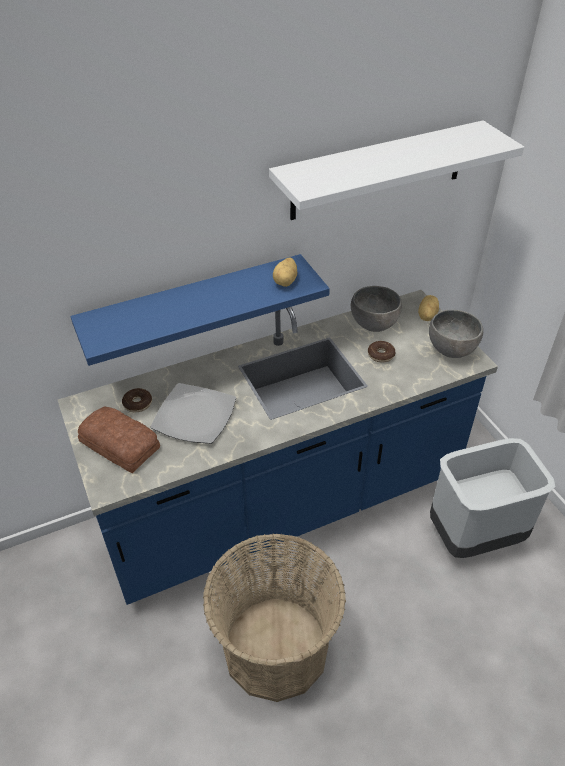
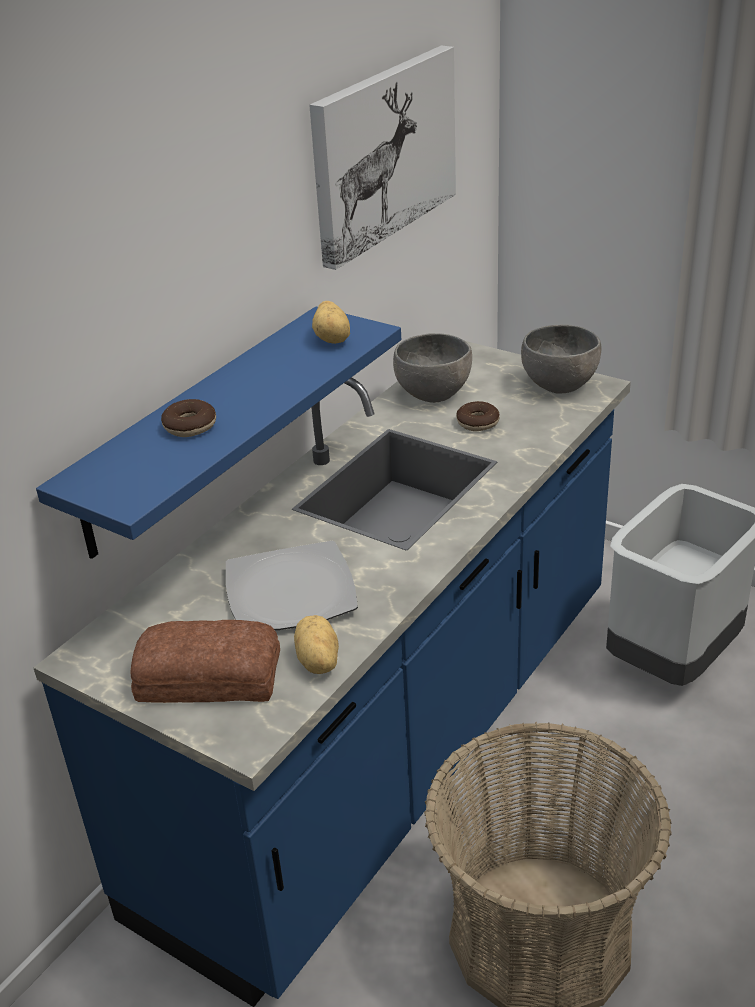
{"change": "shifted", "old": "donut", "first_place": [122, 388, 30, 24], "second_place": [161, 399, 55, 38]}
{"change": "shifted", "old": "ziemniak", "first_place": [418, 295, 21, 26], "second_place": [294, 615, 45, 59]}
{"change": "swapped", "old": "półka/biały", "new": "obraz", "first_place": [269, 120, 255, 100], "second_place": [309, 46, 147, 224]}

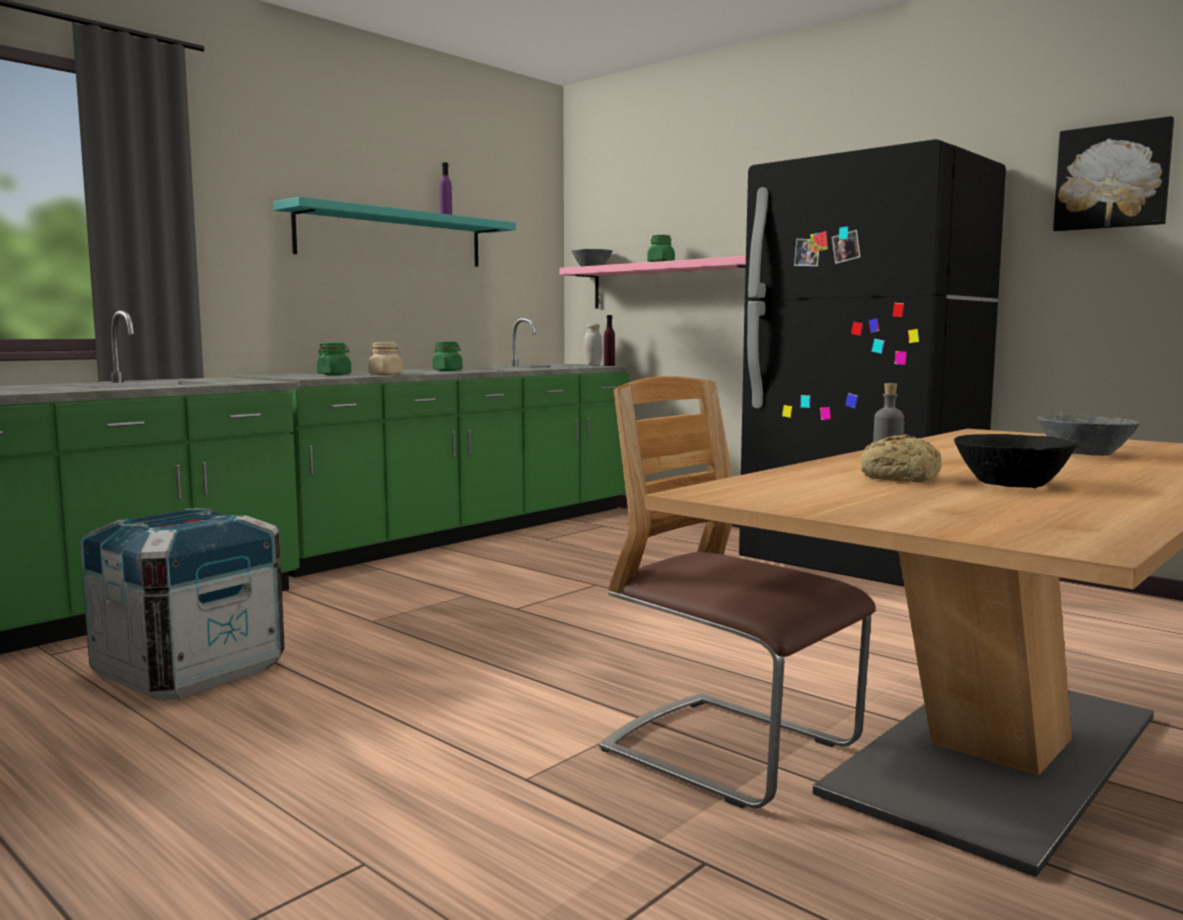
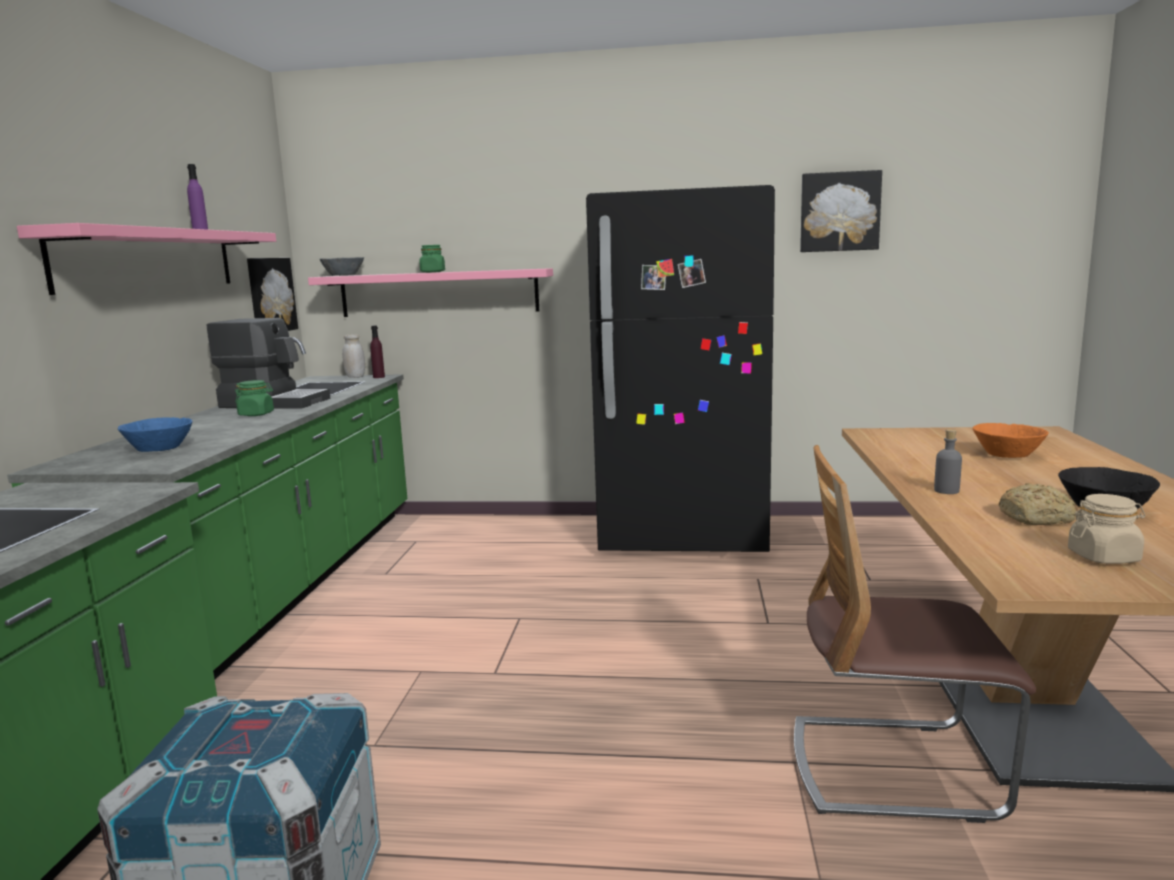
{"change": "repainted", "old": "półka/turkusowy", "new": "półka/różowy", "first_place": [274, 197, 242, 70], "second_place": [17, 223, 259, 72]}
{"change": "swapped", "old": "słoik/zielony", "new": "miska/niebieski", "first_place": [317, 343, 34, 32], "second_place": [118, 417, 74, 35]}
{"change": "new", "new": "ekspres do kawy", "second_place": [207, 318, 123, 91]}
{"change": "new", "new": "obraz", "second_place": [247, 258, 51, 73]}
{"change": "repainted", "old": "miska/szary", "new": "miska/pomarańczowy", "first_place": [1038, 414, 102, 42], "second_place": [972, 423, 77, 35]}
{"change": "shifted", "old": "słoik/beżowy", "first_place": [368, 343, 34, 32], "second_place": [1068, 494, 77, 70]}

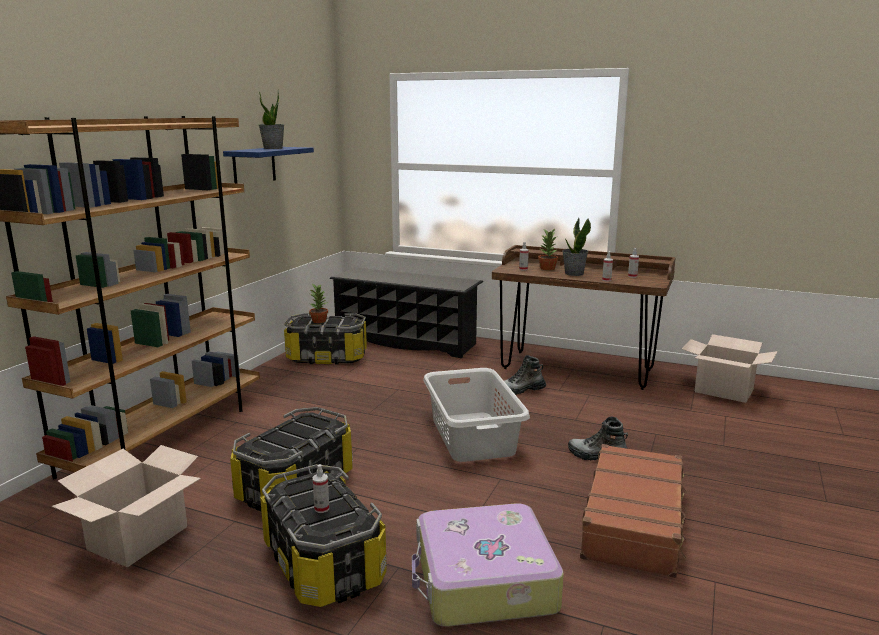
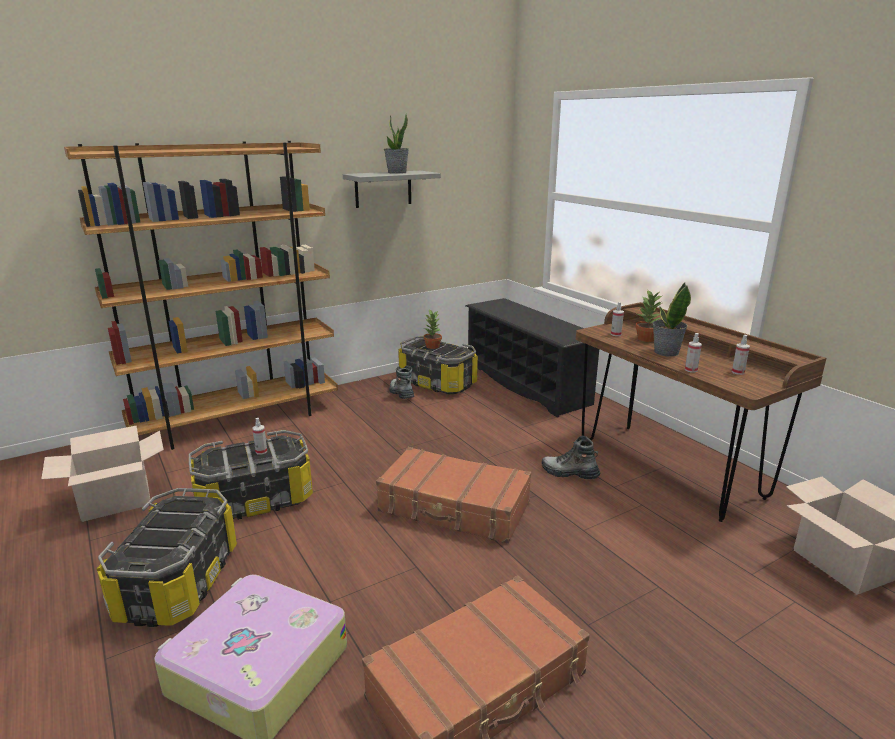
{"change": "shifted", "old": "spryskiwacz", "first_place": [312, 464, 18, 49], "second_place": [253, 418, 14, 37]}
{"change": "repainted", "old": "półka/niebieski", "new": "półka/szary", "first_place": [223, 147, 91, 36], "second_place": [343, 171, 98, 37]}
{"change": "swapped", "old": "kosz na pranie/szary", "new": "walizka/brązowy", "first_place": [423, 368, 107, 94], "second_place": [376, 447, 155, 97]}
{"change": "shifted", "old": "but z cholewką", "first_place": [568, 417, 60, 43], "second_place": [389, 366, 25, 33]}

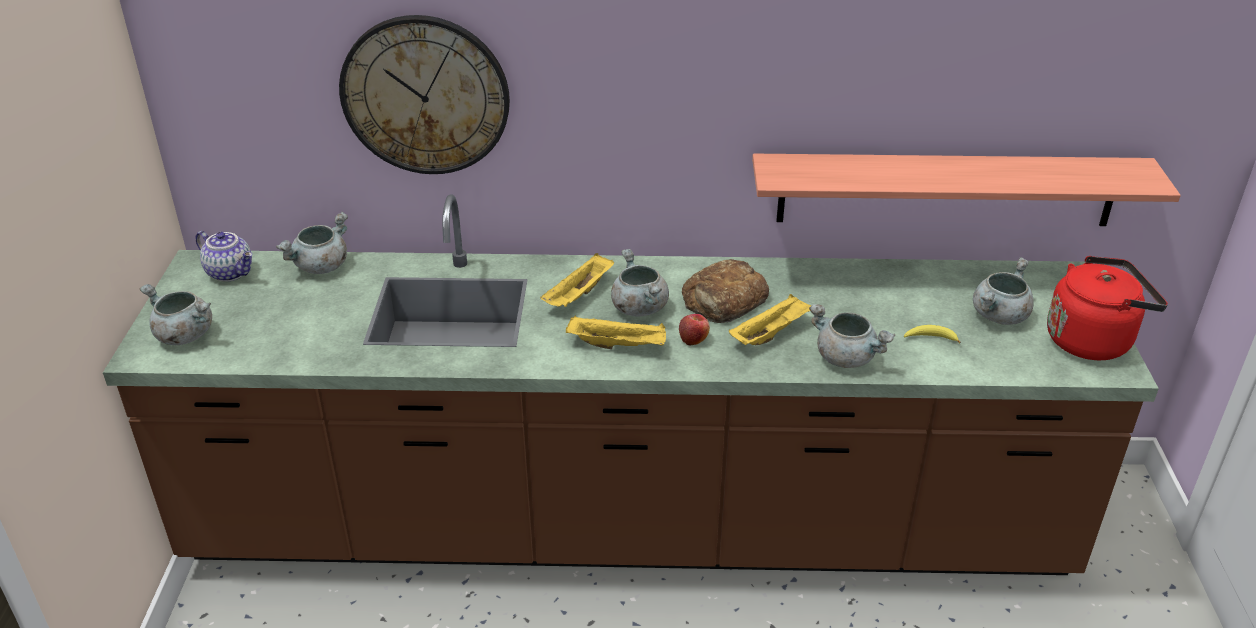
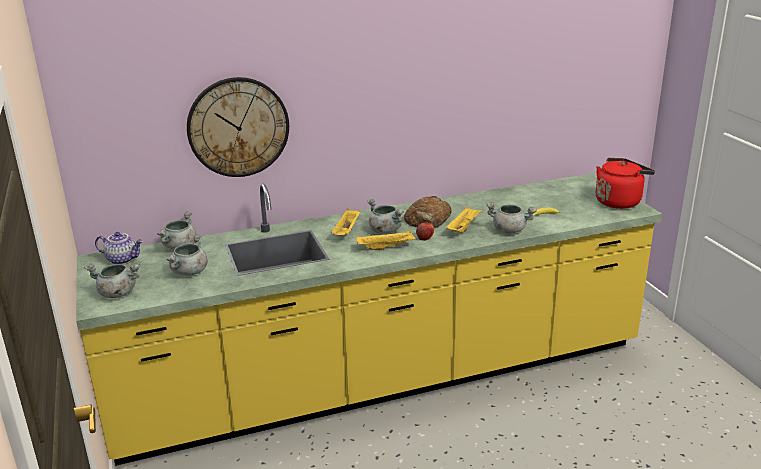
{"change": "repainted", "old": "zabudowa kuchenna/brązowy", "new": "zabudowa kuchenna/żółty", "first_place": [103, 194, 1056, 381], "second_place": [76, 173, 586, 293]}
{"change": "shifted", "old": "garnek/szary", "first_place": [973, 257, 61, 68], "second_place": [166, 233, 41, 43]}
{"change": "gone", "old": "półka", "first_place": [752, 154, 429, 72]}

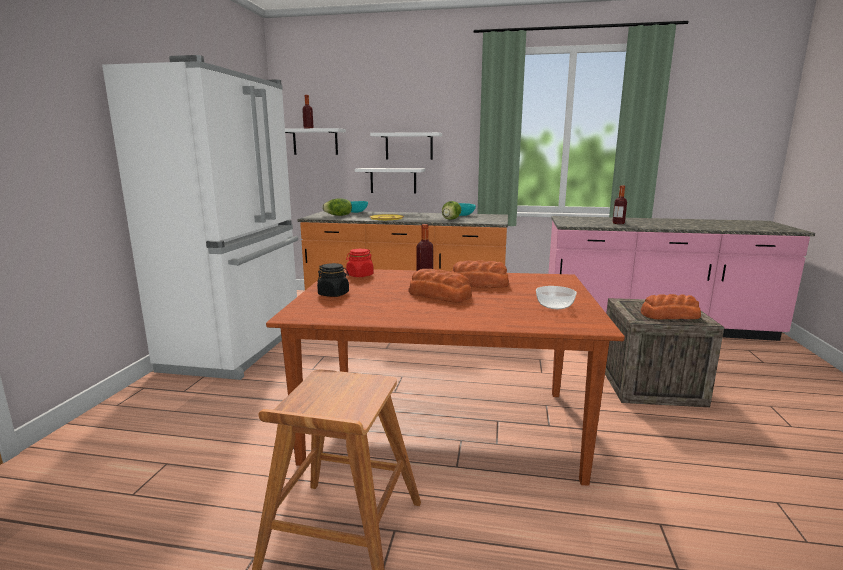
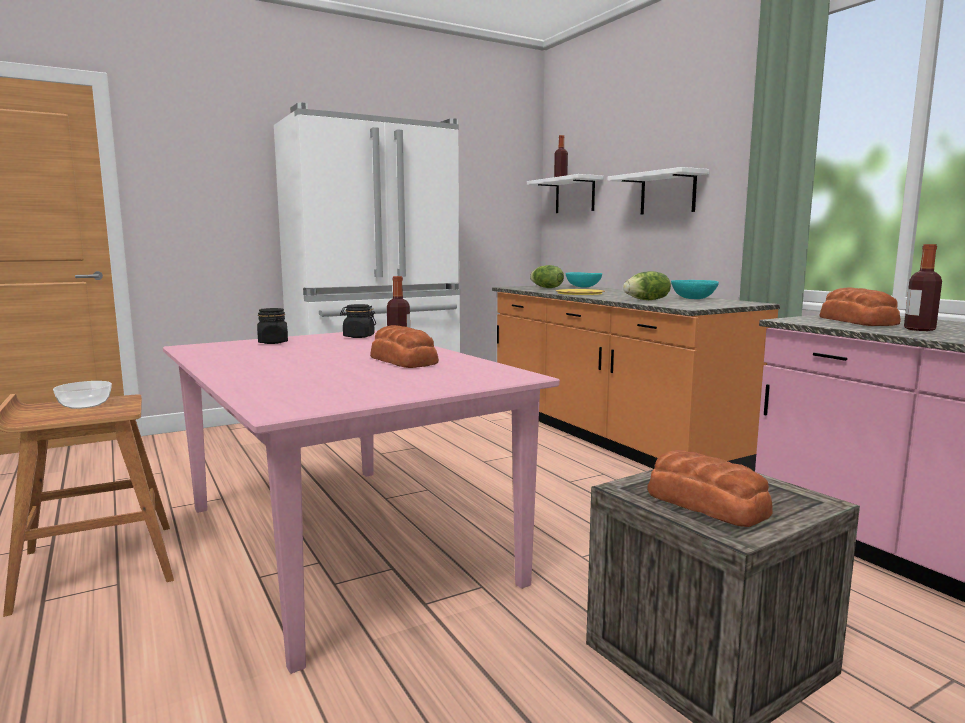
{"change": "shifted", "old": "miska", "first_place": [536, 286, 41, 23], "second_place": [53, 381, 59, 28]}
{"change": "repainted", "old": "stół jadalny/brązowy", "new": "stół jadalny/różowy", "first_place": [266, 269, 359, 217], "second_place": [163, 330, 397, 344]}
{"change": "repainted", "old": "słoik/czerwony", "new": "słoik/czarny", "first_place": [346, 249, 28, 28], "second_place": [340, 304, 36, 34]}
{"change": "shifted", "old": "chleb", "first_place": [409, 269, 63, 34], "second_place": [819, 287, 82, 39]}
{"change": "gone", "old": "półka/biały", "first_place": [355, 168, 70, 26]}

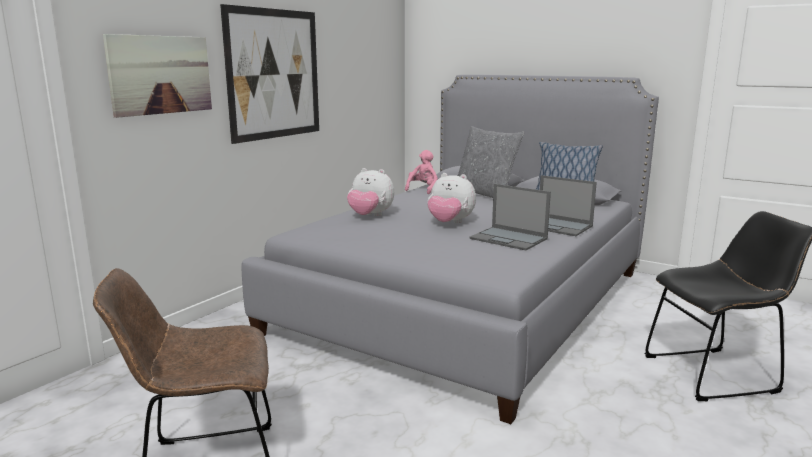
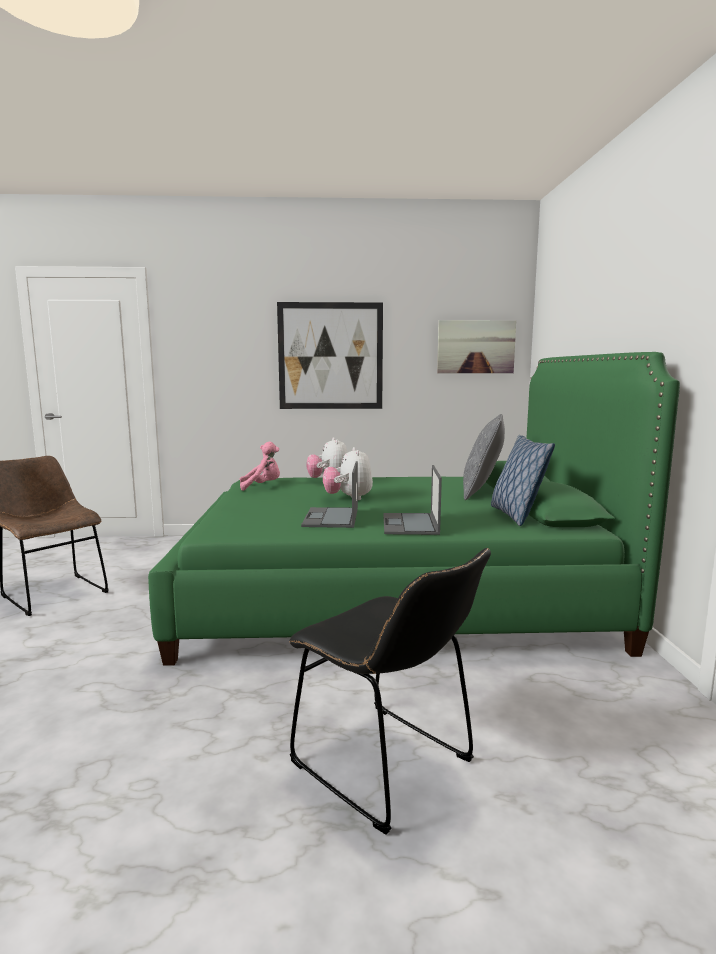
{"change": "repainted", "old": "łóżko/szary", "new": "łóżko/zielony", "first_place": [241, 74, 418, 350], "second_place": [148, 352, 532, 314]}
{"change": "shifted", "old": "pluszak/różowy", "first_place": [405, 150, 33, 44], "second_place": [240, 442, 40, 49]}
{"change": "shifted", "old": "obraz", "first_place": [103, 34, 109, 84], "second_place": [437, 320, 79, 53]}

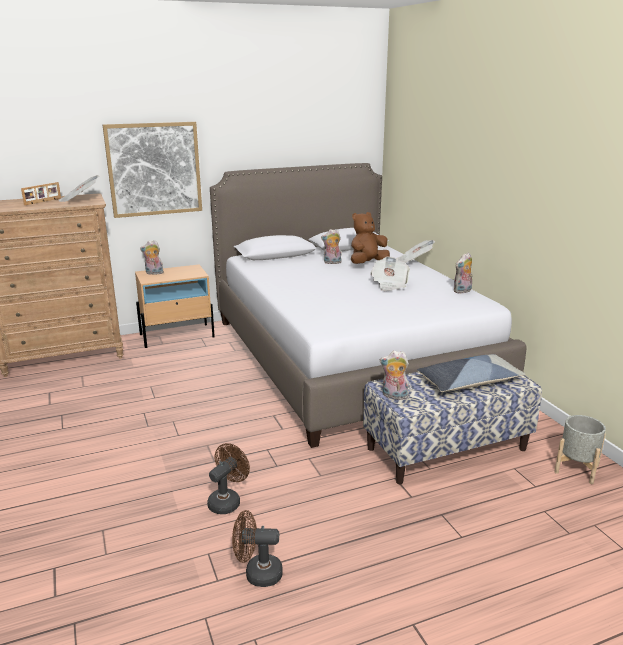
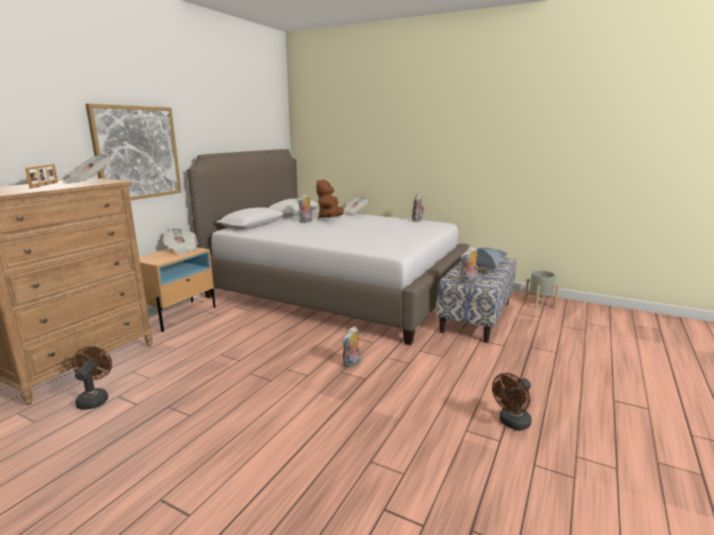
{"change": "shifted", "old": "wentylator/brązowy", "first_place": [207, 443, 43, 71], "second_place": [72, 346, 40, 64]}
{"change": "shifted", "old": "gazeta", "first_place": [370, 256, 40, 35], "second_place": [163, 228, 35, 27]}
{"change": "shifted", "old": "pluszak", "first_place": [140, 240, 24, 35], "second_place": [342, 326, 19, 42]}

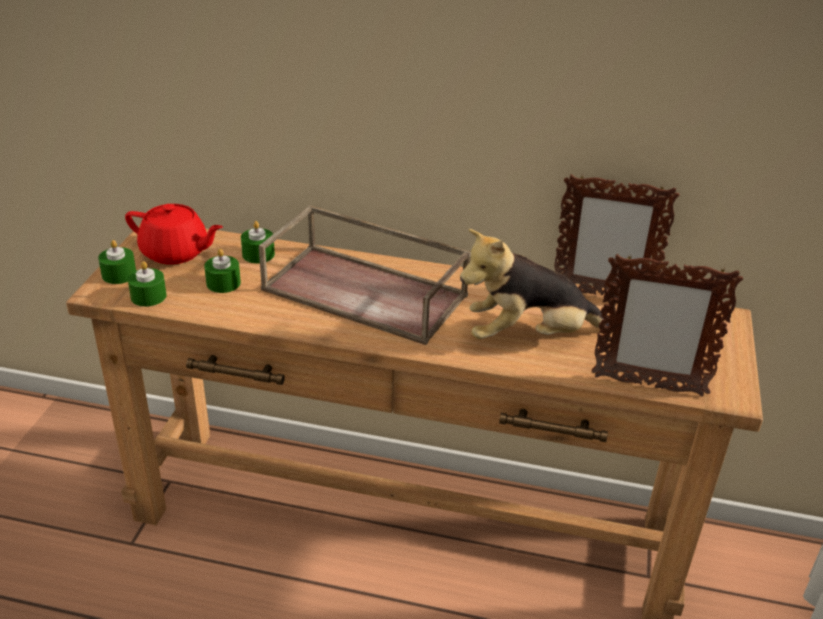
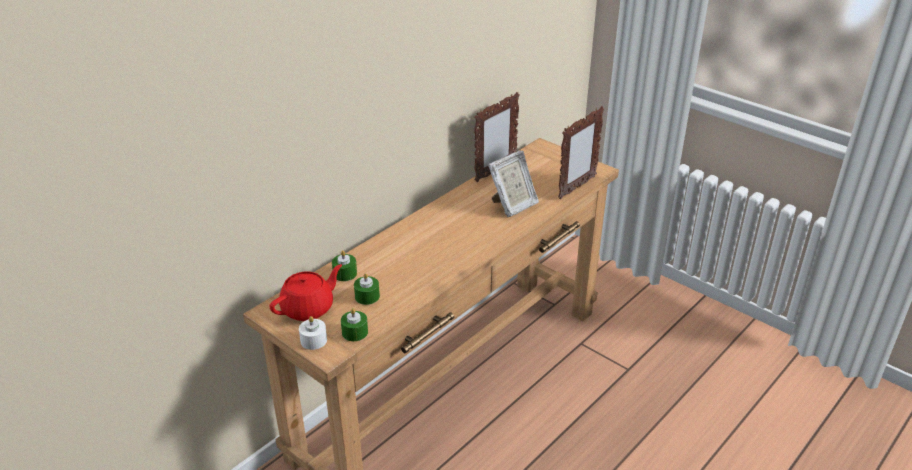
{"change": "repainted", "old": "świeca/zielony", "new": "świeca/biały", "first_place": [98, 240, 38, 44], "second_place": [299, 316, 28, 34]}
{"change": "swapped", "old": "pluszak", "new": "ramka na zdjęcie", "first_place": [460, 229, 149, 110], "second_place": [488, 150, 51, 67]}
{"change": "gone", "old": "taca/brązowy", "first_place": [259, 205, 212, 140]}

